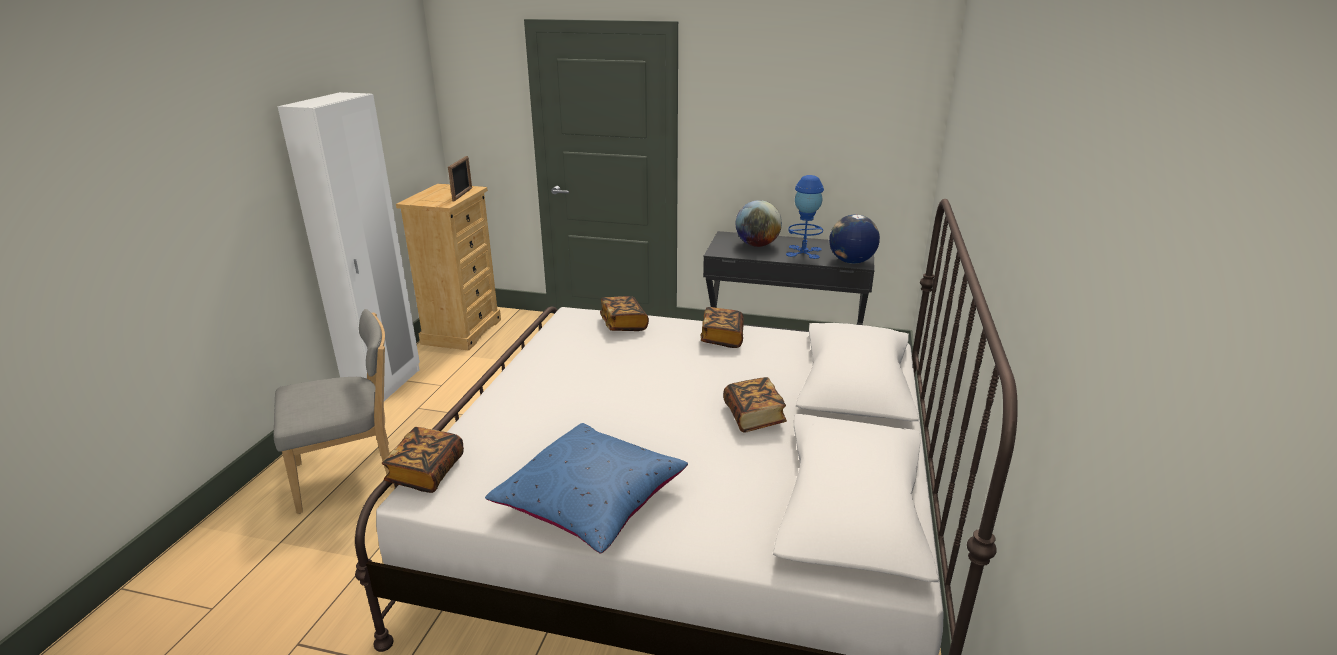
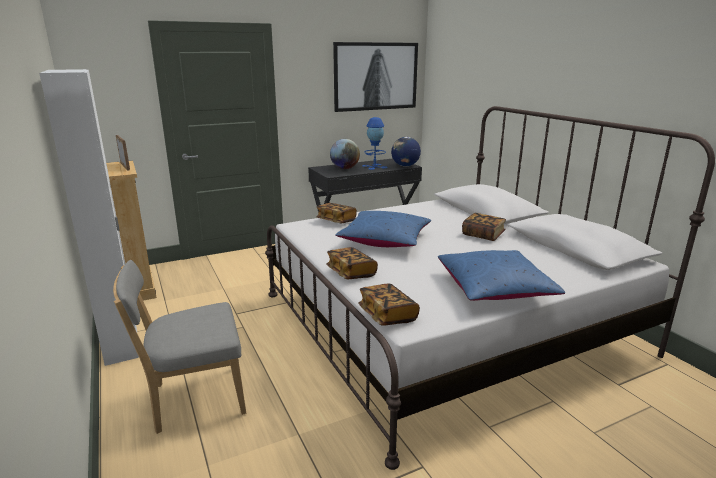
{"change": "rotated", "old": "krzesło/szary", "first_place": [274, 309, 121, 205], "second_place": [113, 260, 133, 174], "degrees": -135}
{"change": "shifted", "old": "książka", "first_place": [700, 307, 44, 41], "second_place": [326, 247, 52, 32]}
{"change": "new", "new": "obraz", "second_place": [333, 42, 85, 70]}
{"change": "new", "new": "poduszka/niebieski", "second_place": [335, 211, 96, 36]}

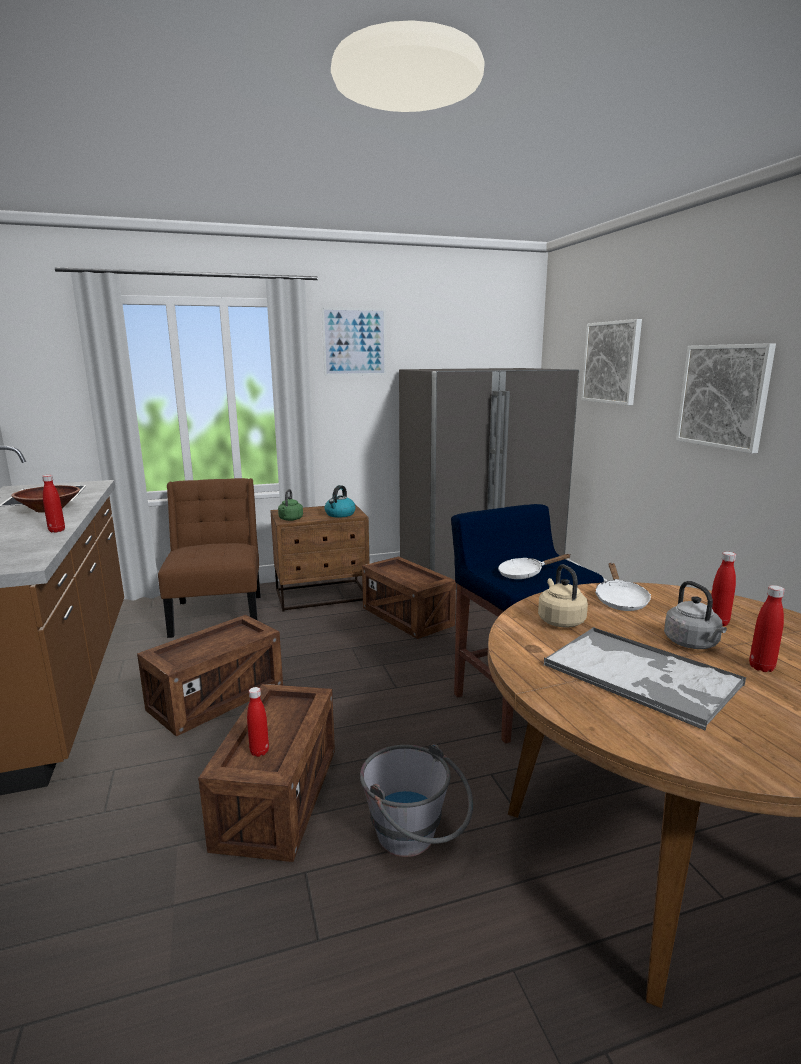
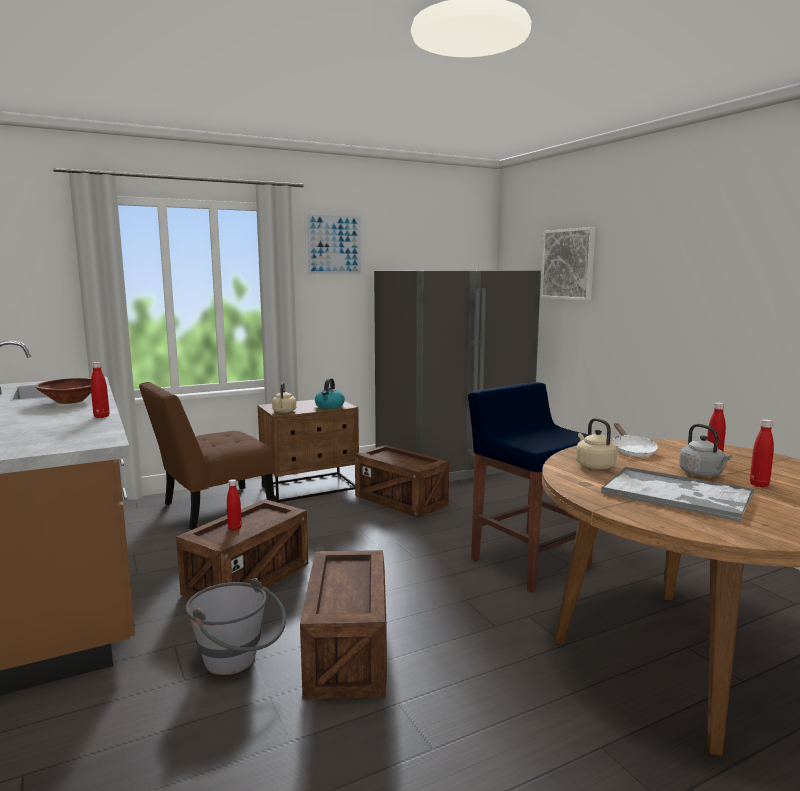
{"change": "rotated", "old": "krzesło/brązowy", "first_place": [158, 478, 103, 160], "second_place": [139, 382, 136, 148], "degrees": -105}
{"change": "shifted", "old": "wiadro/szary", "first_place": [360, 744, 113, 113], "second_place": [185, 578, 101, 97]}
{"change": "shifted", "old": "butelka/czerwony", "first_place": [247, 687, 22, 70], "second_place": [227, 479, 15, 52]}
{"change": "repainted", "old": "czajnik/zielony", "new": "czajnik/beżowy", "first_place": [278, 489, 25, 32], "second_place": [272, 382, 24, 31]}
{"change": "gone", "old": "patelnia/biały", "first_place": [498, 554, 73, 25]}
{"change": "gone", "old": "obraz", "first_place": [676, 343, 100, 111]}

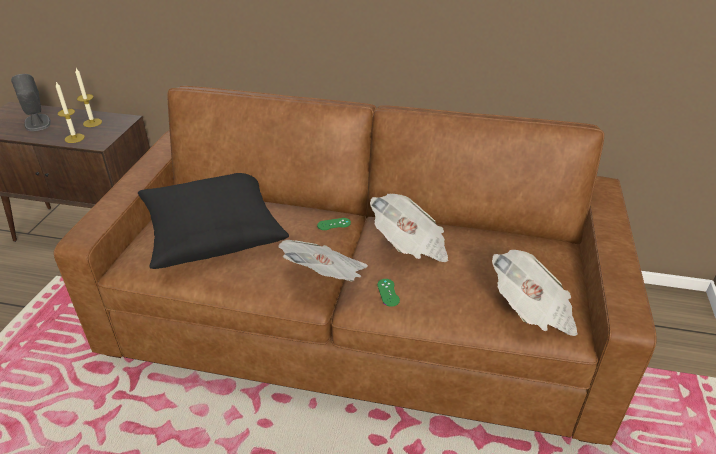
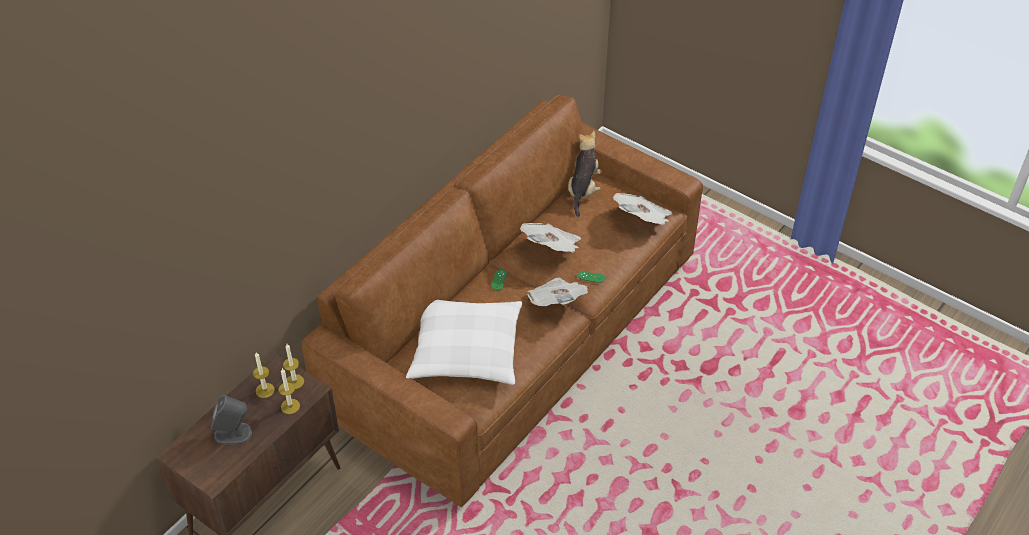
{"change": "new", "new": "świeca", "second_place": [283, 344, 21, 45]}
{"change": "repainted", "old": "poduszka/czarny", "new": "poduszka/biały", "first_place": [138, 173, 151, 96], "second_place": [406, 300, 116, 85]}
{"change": "new", "new": "pluszak", "second_place": [568, 131, 34, 86]}

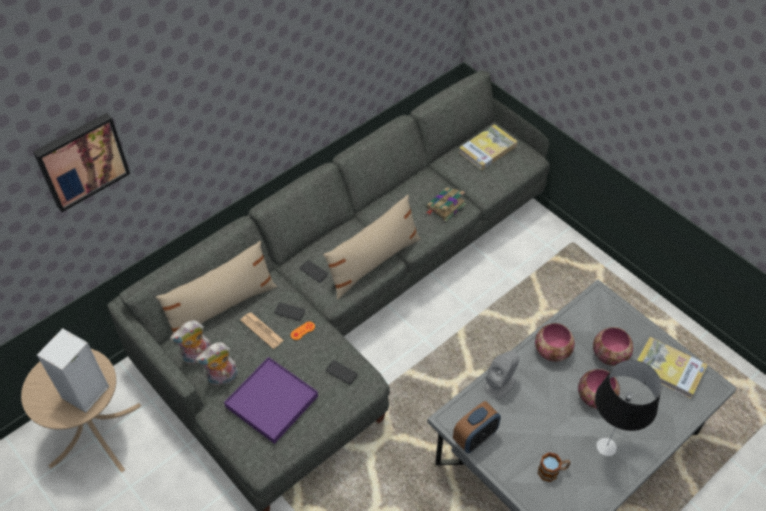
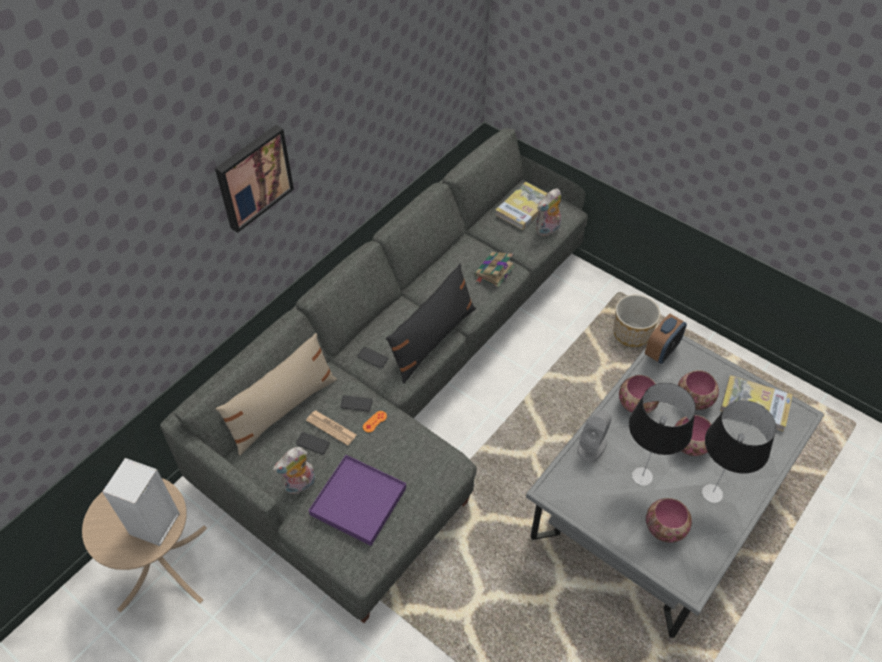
{"change": "shifted", "old": "obraz", "first_place": [33, 113, 97, 99], "second_place": [215, 125, 79, 108]}
{"change": "shifted", "old": "telefon", "first_place": [326, 360, 32, 24], "second_place": [296, 432, 34, 22]}
{"change": "repainted", "old": "poduszka/beżowy", "new": "poduszka/czarny", "first_place": [323, 194, 98, 106], "second_place": [386, 264, 90, 120]}
{"change": "shifted", "old": "pluszak", "first_place": [170, 320, 40, 45], "second_place": [536, 188, 25, 48]}
{"change": "new", "new": "donica", "second_place": [613, 295, 47, 52]}
{"change": "new", "new": "lampa stołowa", "second_place": [629, 383, 67, 102]}
{"change": "shifted", "old": "budzik", "first_place": [453, 401, 48, 52], "second_place": [645, 314, 42, 50]}
{"change": "swapped", "old": "kubek", "new": "miska", "first_place": [538, 452, 33, 30], "second_place": [646, 498, 46, 45]}

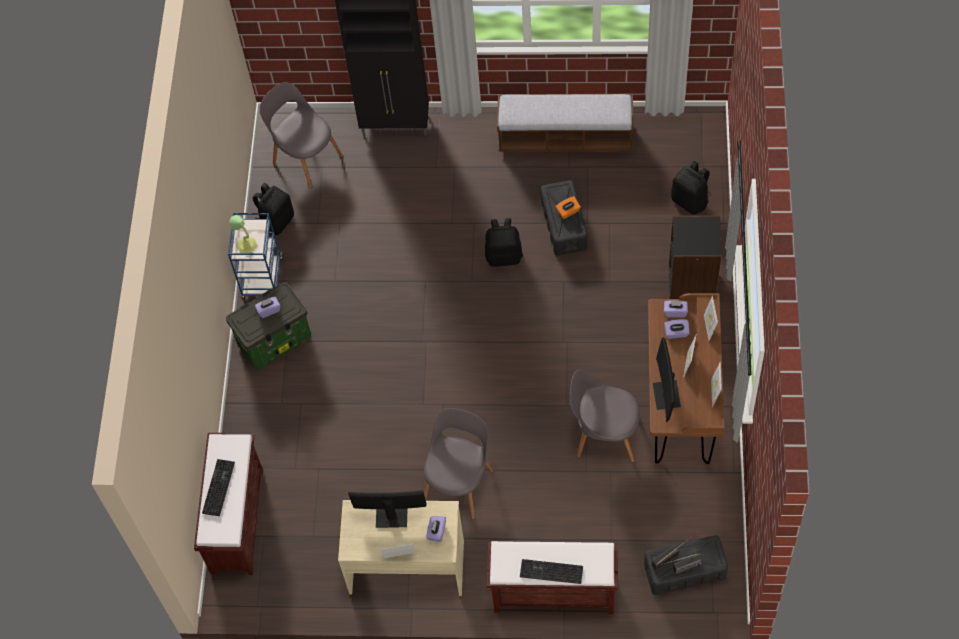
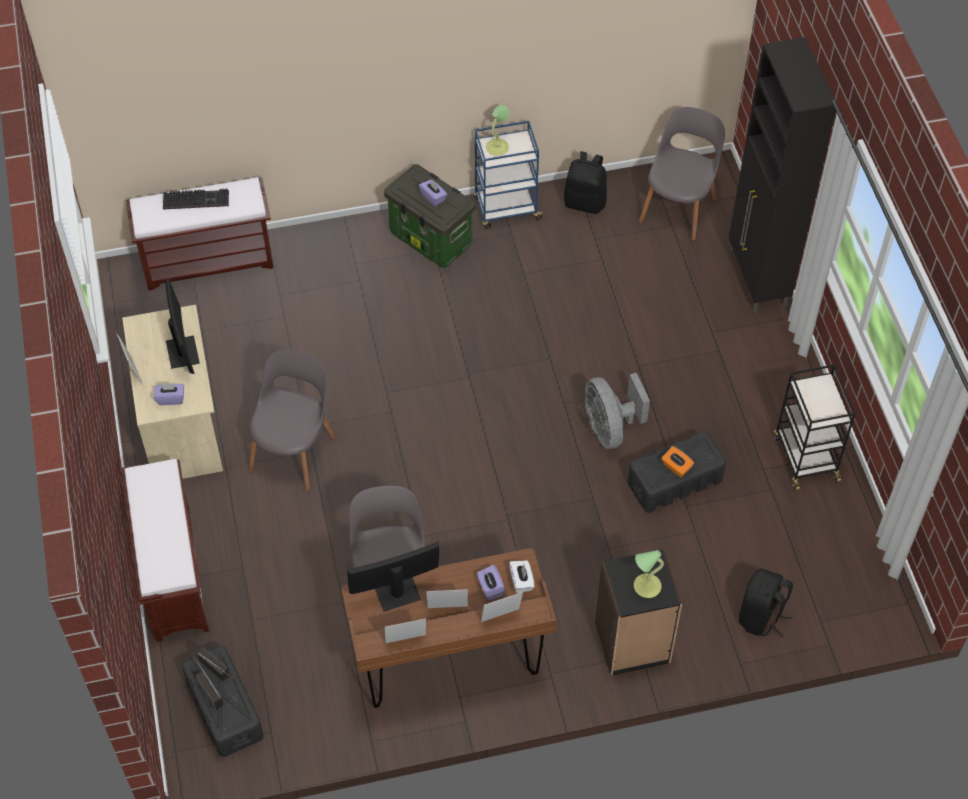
{"change": "rotated", "old": "krzesło/szary", "first_place": [424, 408, 70, 112], "second_place": [249, 350, 87, 141], "degrees": -75}
{"change": "repainted", "old": "pudełko chusteczek/fioletowy", "new": "pudełko chusteczek/biały", "first_place": [664, 300, 24, 18], "second_place": [509, 560, 26, 33]}
{"change": "swapped", "old": "plecak/czarny", "new": "wentylator/szary", "first_place": [485, 218, 38, 49], "second_place": [585, 373, 65, 76]}
{"change": "new", "new": "lampa stołowa", "second_place": [634, 550, 30, 48]}
{"change": "swapped", "old": "ławka", "new": "wózek/czarny", "first_place": [497, 94, 136, 58], "second_place": [774, 364, 81, 127]}
{"change": "gone", "old": "klawiatura", "first_place": [520, 559, 63, 25]}

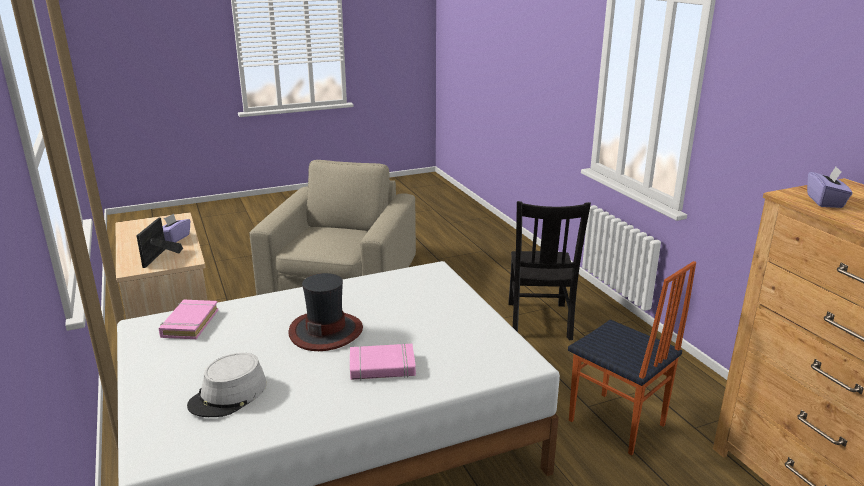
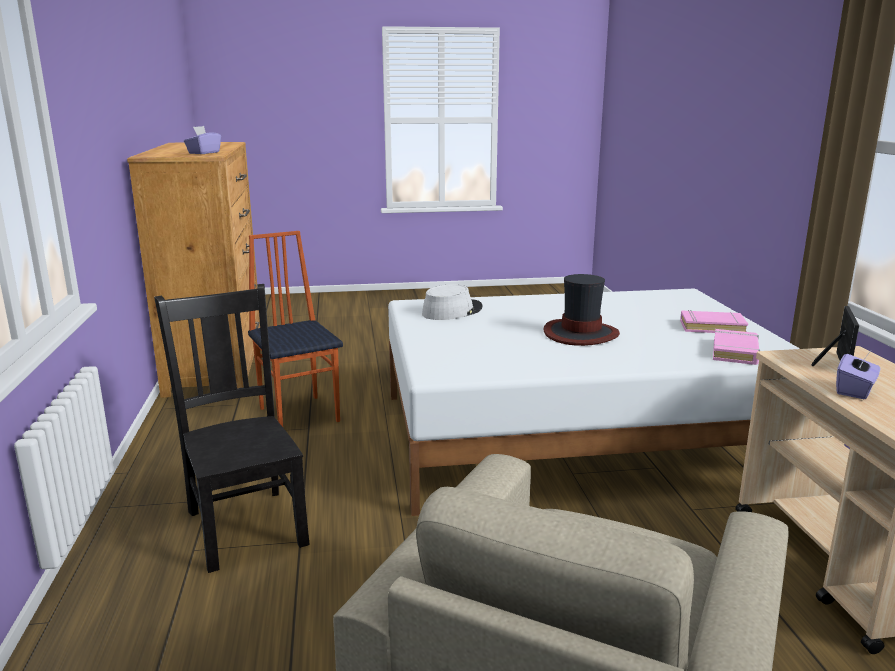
{"change": "rotated", "old": "krzesło/czarny", "first_place": [508, 201, 83, 139], "second_place": [154, 284, 156, 289], "degrees": -45}
{"change": "shifted", "old": "kapelusz/szary", "first_place": [187, 353, 80, 64], "second_place": [422, 284, 60, 36]}
{"change": "shifted", "old": "książka/różowy", "first_place": [350, 344, 66, 36], "second_place": [680, 310, 68, 23]}

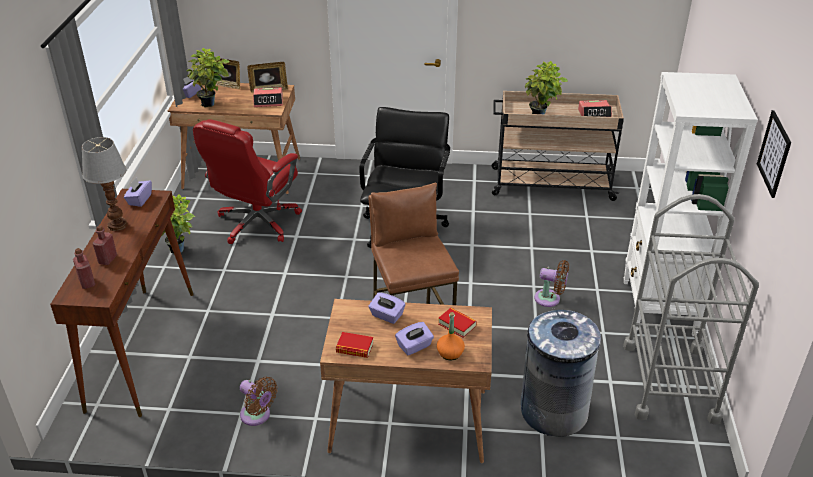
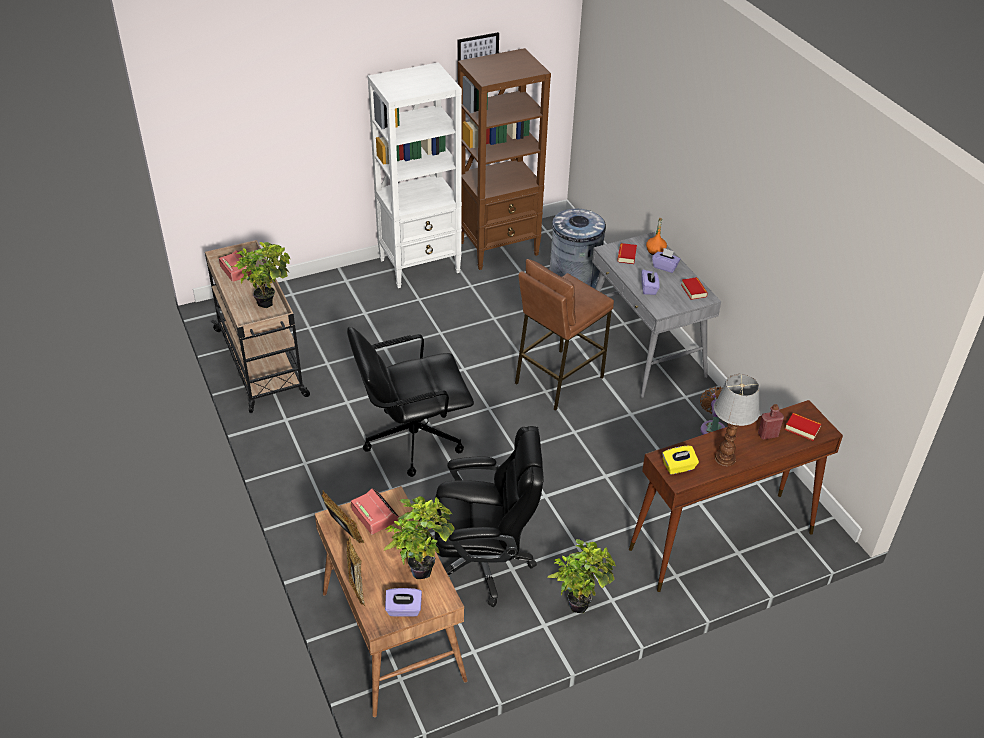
{"change": "repainted", "old": "krzesło biurowe/czerwony", "new": "krzesło biurowe/czarny", "first_place": [193, 119, 109, 125], "second_place": [435, 426, 108, 181]}
{"change": "swapped", "old": "wózek/szary", "new": "regał/brązowy", "first_place": [623, 194, 136, 231], "second_place": [458, 48, 93, 222]}
{"change": "repainted", "old": "biurko/brązowy", "new": "biurko/szary", "first_place": [320, 299, 172, 164], "second_place": [592, 232, 129, 166]}
{"change": "repainted", "old": "pudełko chusteczek/fioletowy", "new": "pudełko chusteczek/żółty", "first_place": [124, 178, 28, 29], "second_place": [662, 446, 37, 28]}
{"change": "swapped", "old": "butelka/czerwony", "new": "książka", "first_place": [73, 248, 22, 41], "second_place": [785, 413, 36, 28]}
{"change": "gone", "old": "wentylator/brązowy", "first_place": [534, 260, 35, 47]}

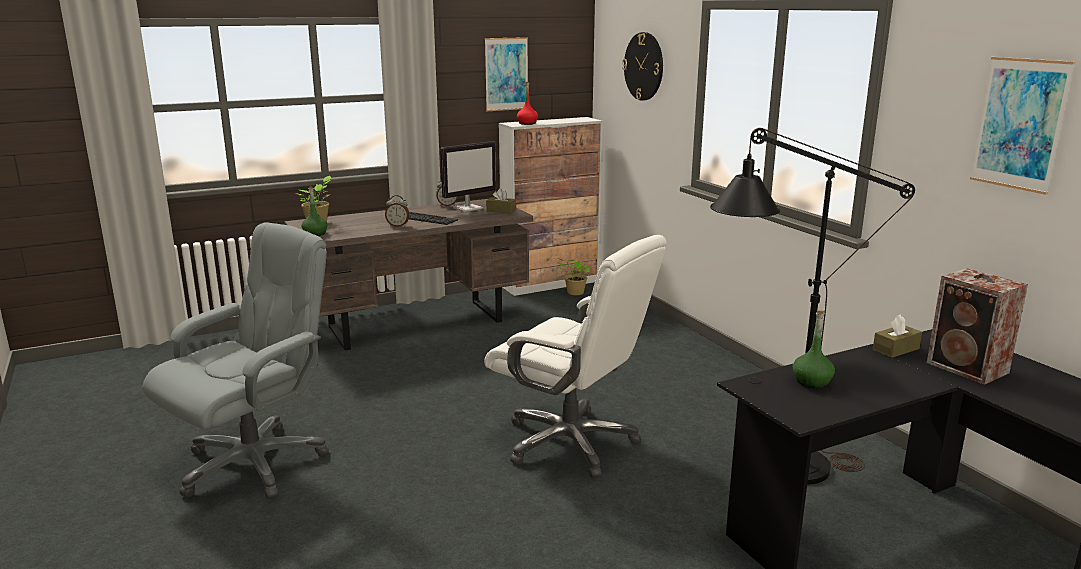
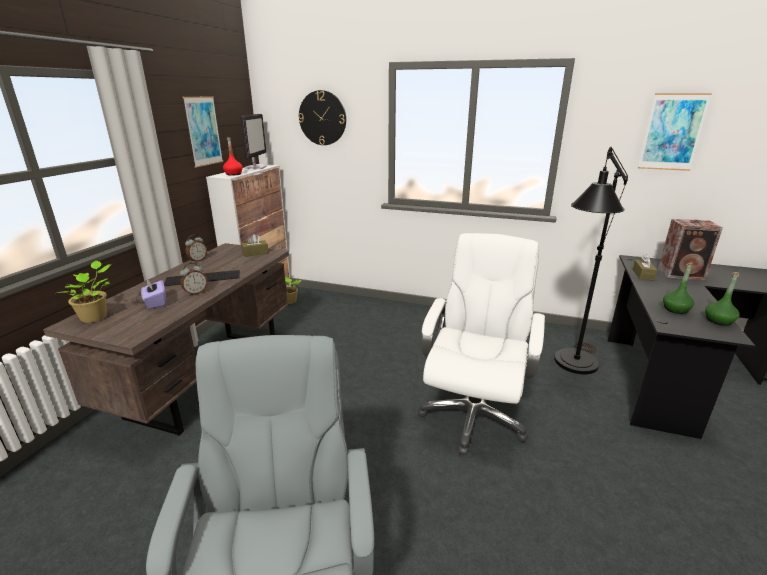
{"change": "new", "new": "pudełko chusteczek/fioletowy", "second_place": [141, 278, 25, 31]}
{"change": "shifted", "old": "monitor", "first_place": [440, 141, 56, 71], "second_place": [240, 114, 27, 55]}
{"change": "rotated", "old": "krzesło biurowe/biały", "first_place": [484, 235, 183, 243], "second_place": [418, 233, 127, 222], "degrees": -60}
{"change": "shifted", "old": "butelka/zielony", "first_place": [301, 187, 27, 49], "second_place": [705, 272, 35, 54]}

